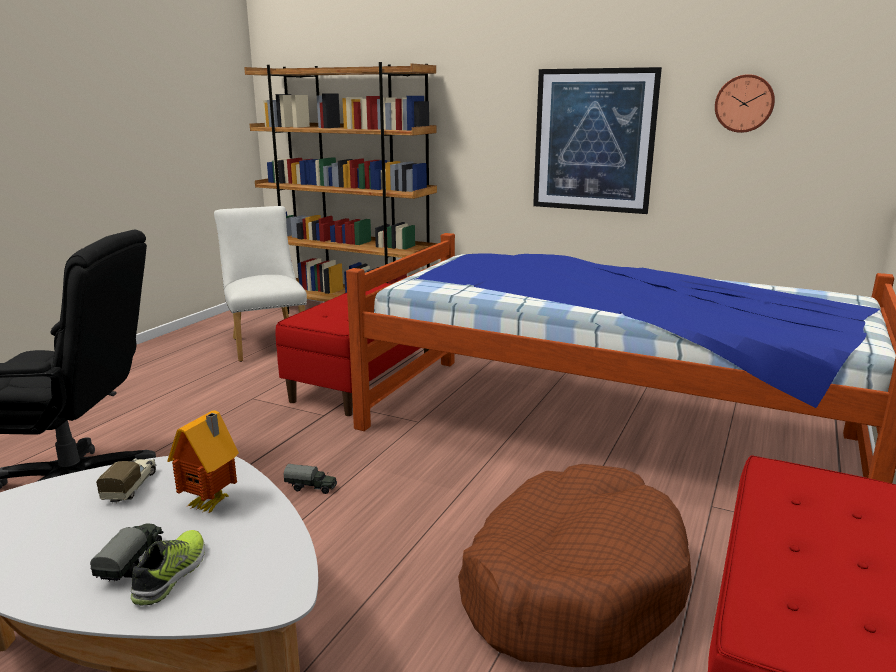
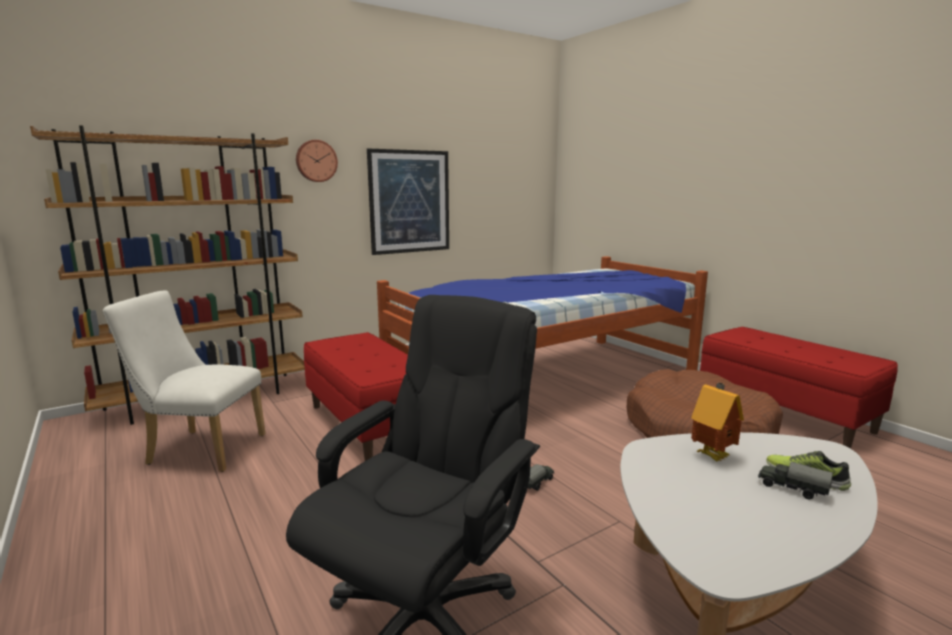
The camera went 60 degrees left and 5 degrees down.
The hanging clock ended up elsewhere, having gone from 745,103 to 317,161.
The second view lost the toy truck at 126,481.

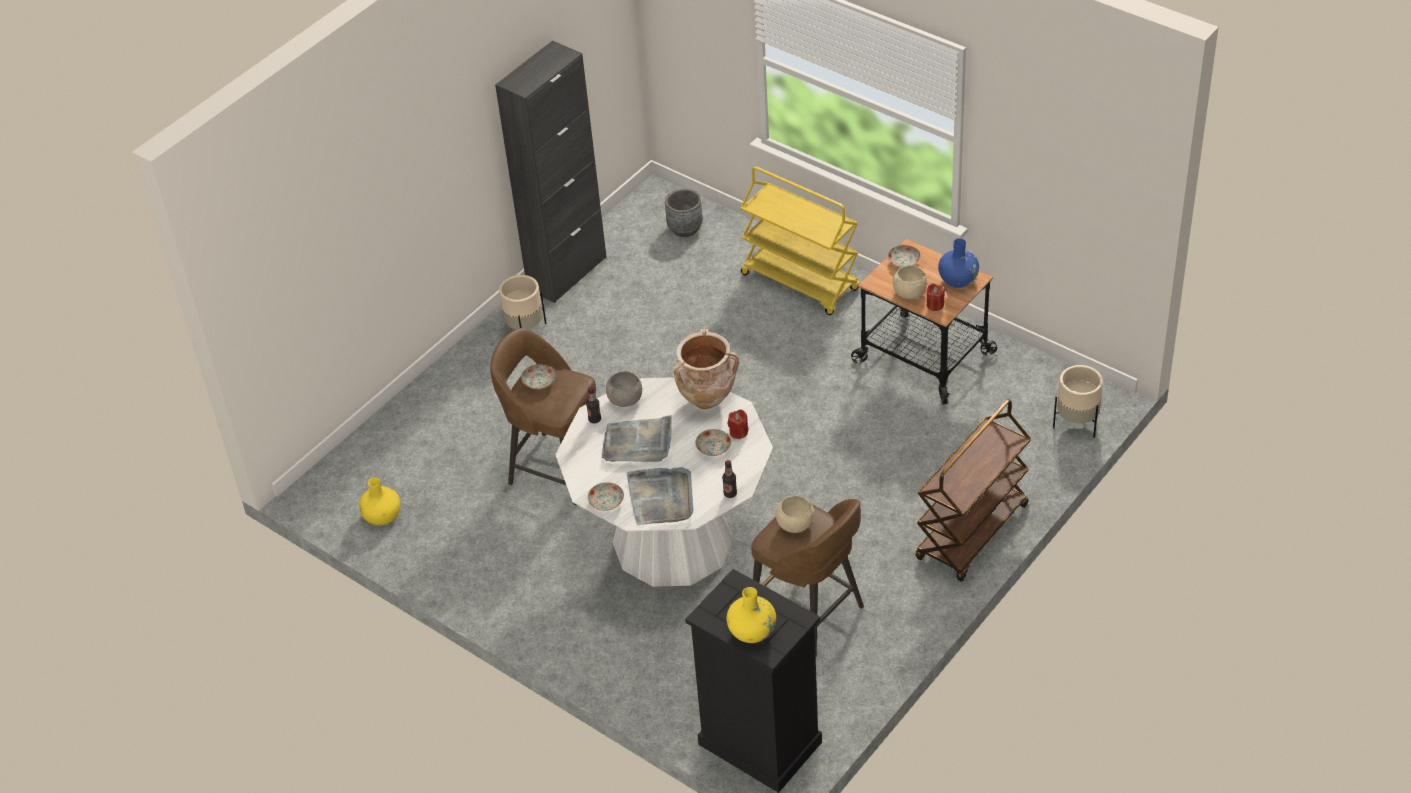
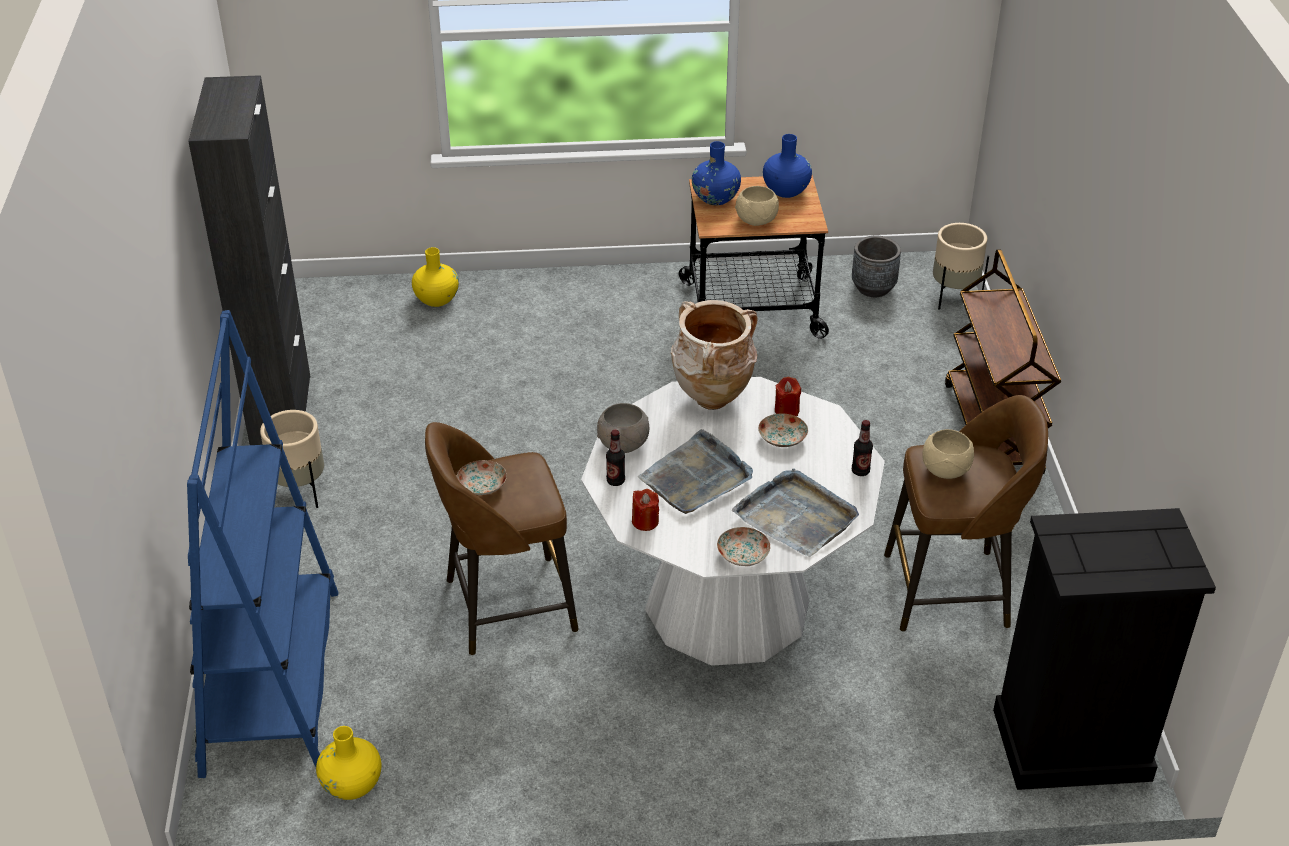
The camera went 45 degrees left and 5 degrees down.
The second view gained the bookshelf (blue) at 262,544.
The decorative vase (yellow-coloured) ended up elsewhere, having gone from 751,615 to 435,277.
The wax light (reddish) ended up elsewhere, having gone from 936,297 to 645,510.
Where the dinner plate stood at 904,256, the decorative vase (blue) came to stand at 716,173.
The plant pot (grey) ended up elsewhere, having gone from 684,213 to 876,266.
The second view lost the cart (yellow-coloured) at 800,240.

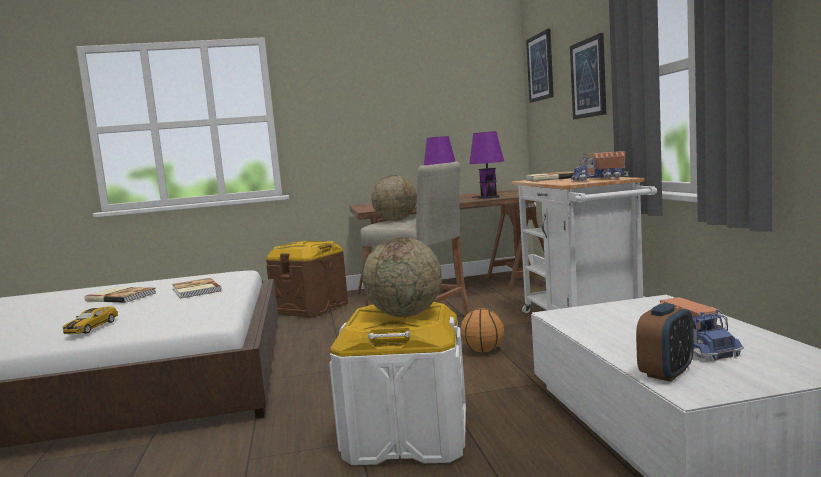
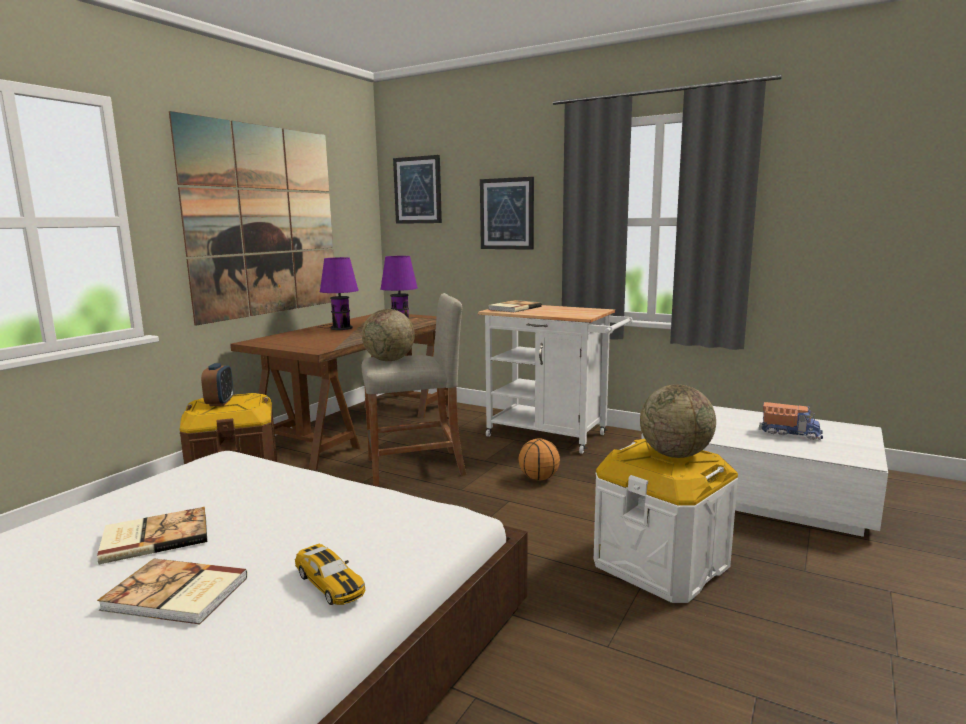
The camera went 50 degrees left and 5 degrees up.
The book ended up elsewhere, having gone from 197,288 to 172,591.
The second view gained the wall art at 252,218.
The bedside clock ended up elsewhere, having gone from 665,342 to 217,384.
The second view lost the toy truck at 599,166.

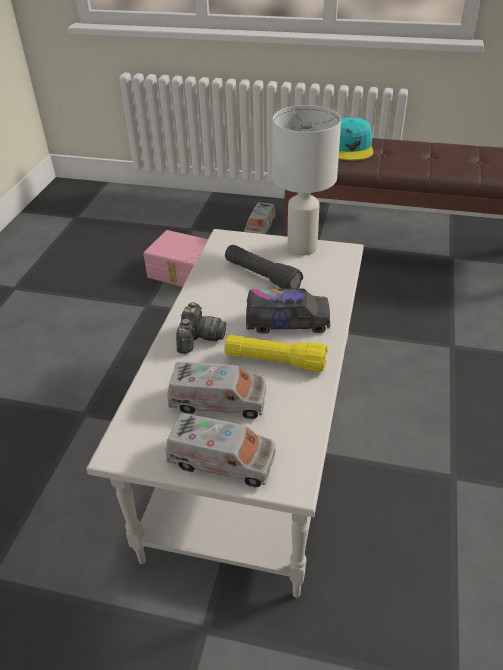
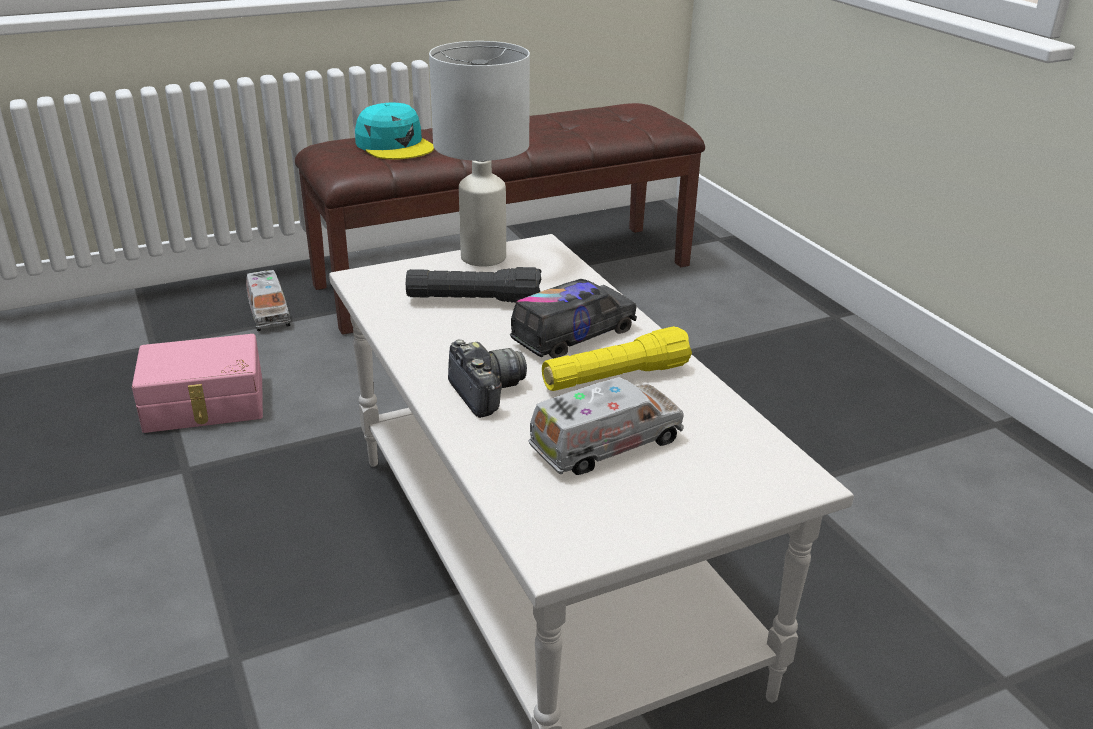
The camera went 40 degrees left and 10 degrees down.
The second view lost the toy truck at 220,450.

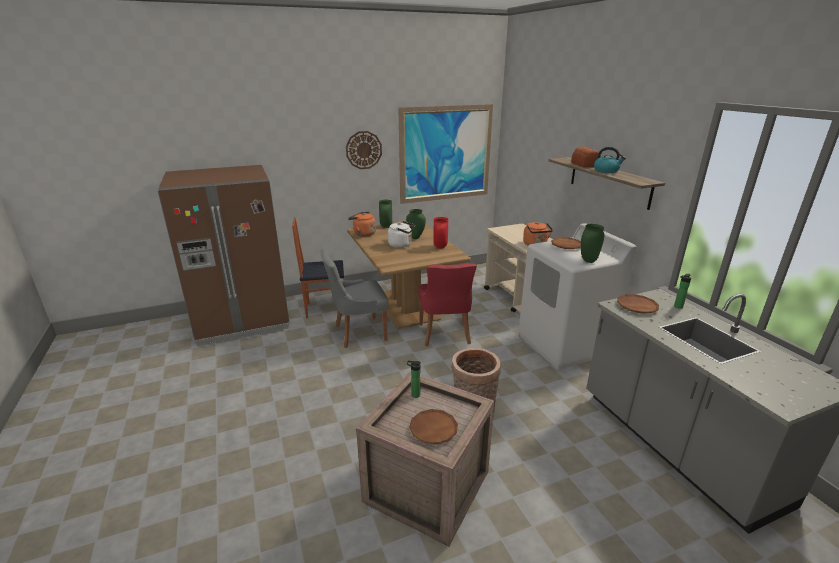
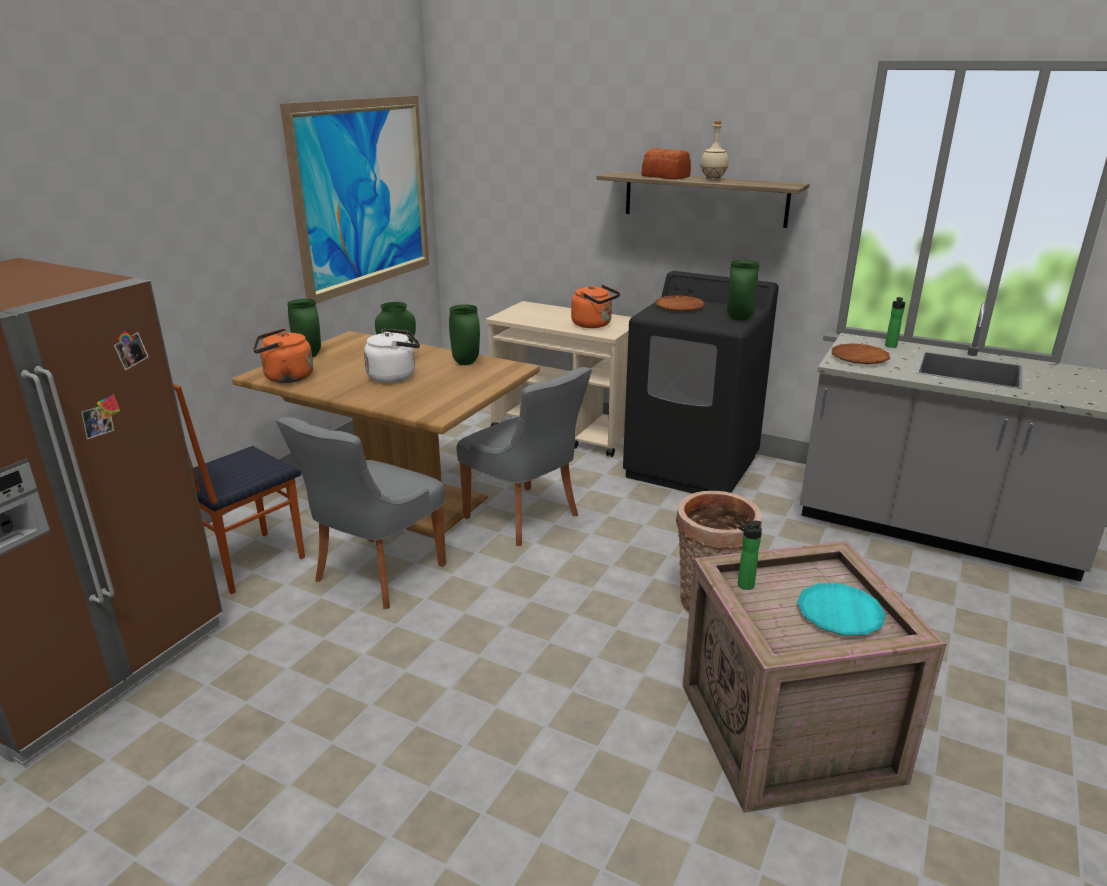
The camera went 40 degrees left and 0 degrees up.
What was the decorative vase (reddish) at 440,232 turned into the decorative vase (greenish) at 464,334.
What was the upright chair (reddish) at 447,305 turned into the upright chair (grey) at 524,456.
What was the laundry appliance (whitish) at 578,296 turned into the laundry appliance (black-coloured) at 701,382.
Where the kettle stood at 610,160, the drink bottle (beige) came to stand at 714,150.
What was the dinner plate (brownish) at 433,427 turned into the dinner plate (turquoise-coloured) at 841,609.
The second view lost the hanging clock at 364,150.

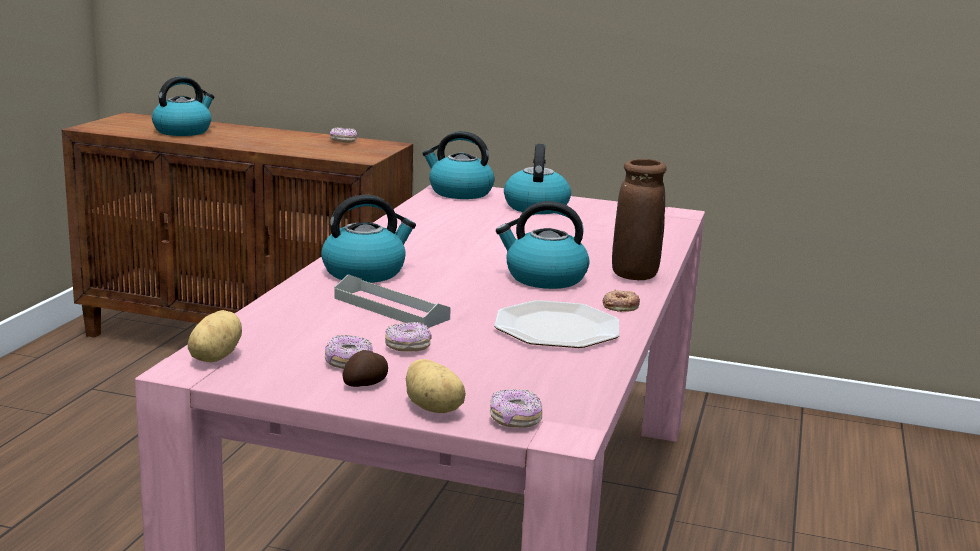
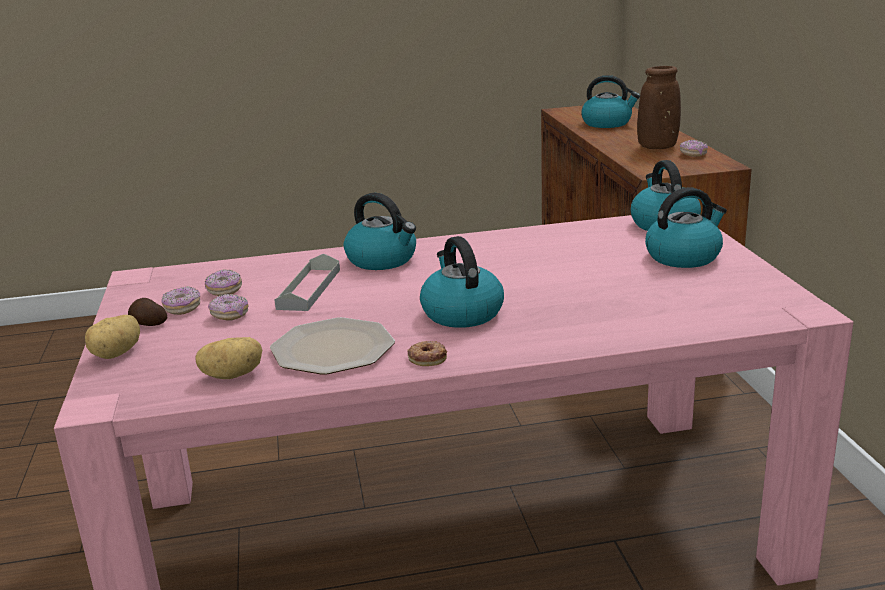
The camera went 65 degrees right and 5 degrees up.
The spud ended up elsewhere, having gone from 215,336 to 228,358.
The doughnut ended up elsewhere, having gone from 516,408 to 223,283.
The decorative vase (brownish) ended up elsewhere, having gone from 639,219 to 659,107.

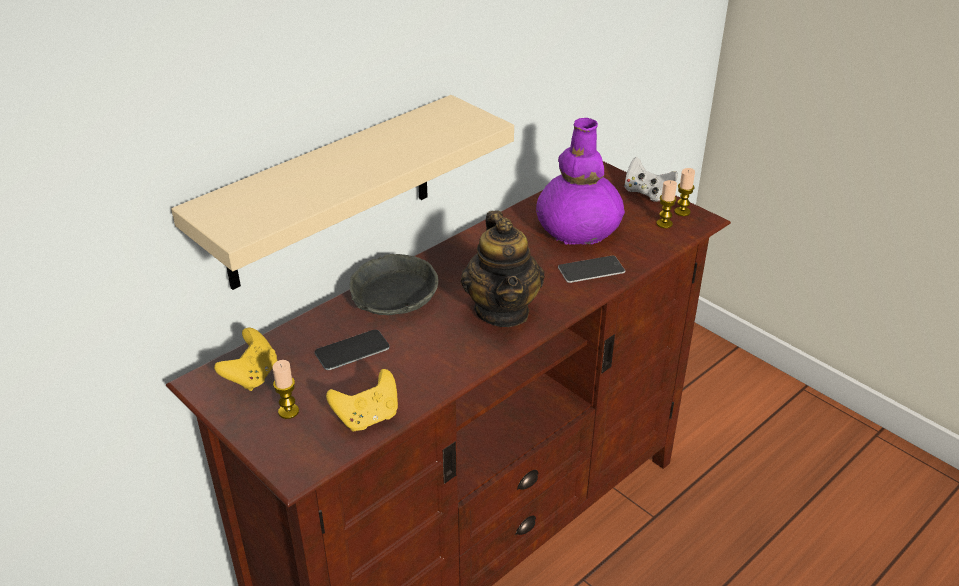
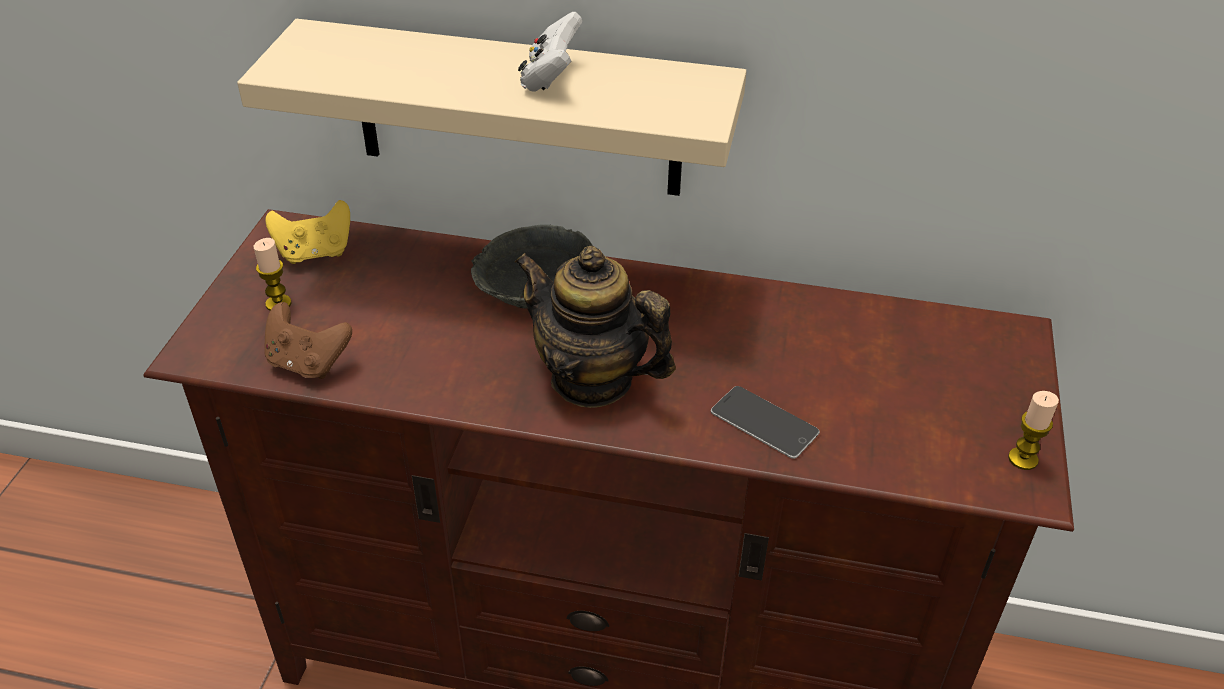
The camera went 55 degrees right and 5 degrees up.
What was the game controller (yellow-coloured) at 362,400 turned into the game controller (brownish) at 308,340.
The tea pot at 503,269 ended up facing another way, 75 degrees clockwise from before.
The game controller (whitish) ended up elsewhere, having gone from 651,179 to 550,52.
The second view lost the phone at 352,350.
The second view lost the decorative vase (purplish) at 580,181.
The second view lost the wax light at 666,204.

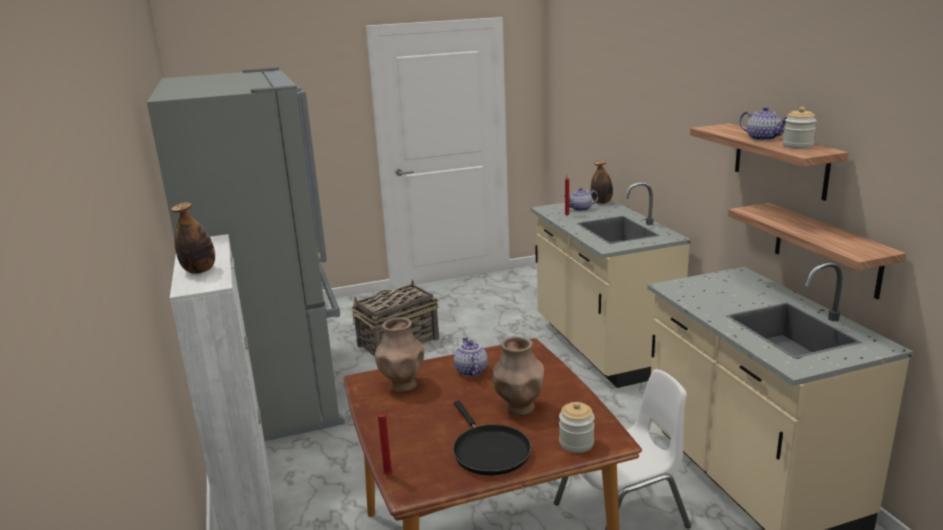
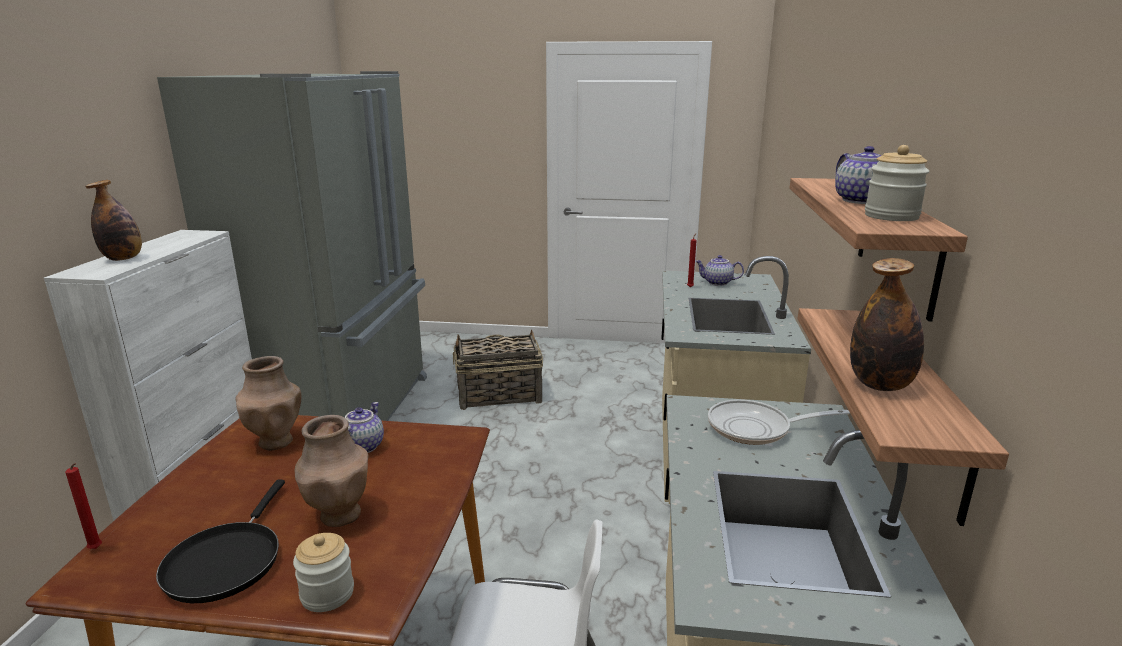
The camera went 25 degrees right and 0 degrees up.
The second view gained the skillet at 779,422.
The drink bottle ended up elsewhere, having gone from 602,182 to 887,324.

